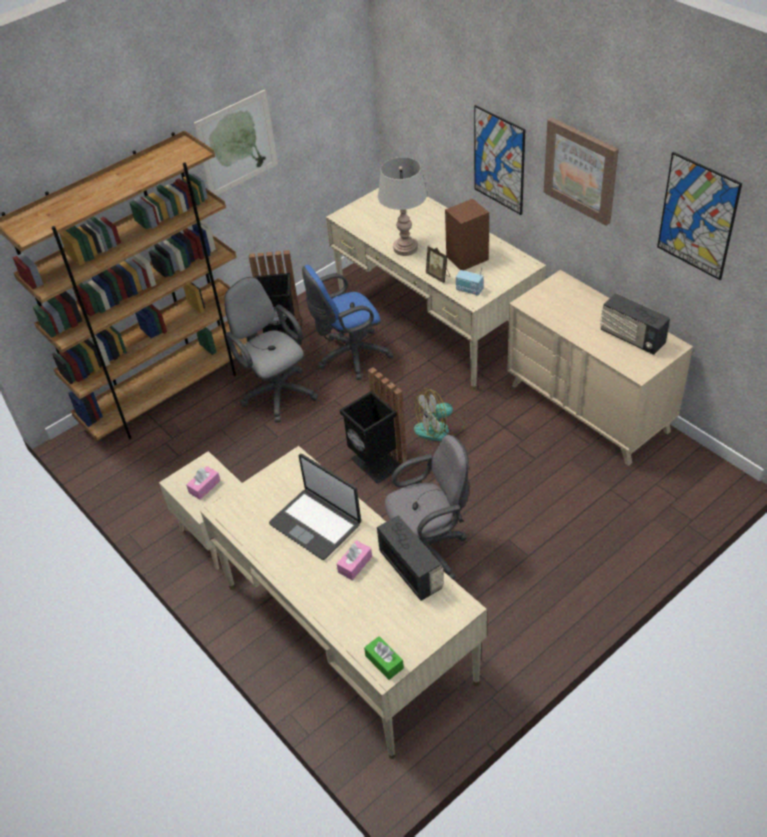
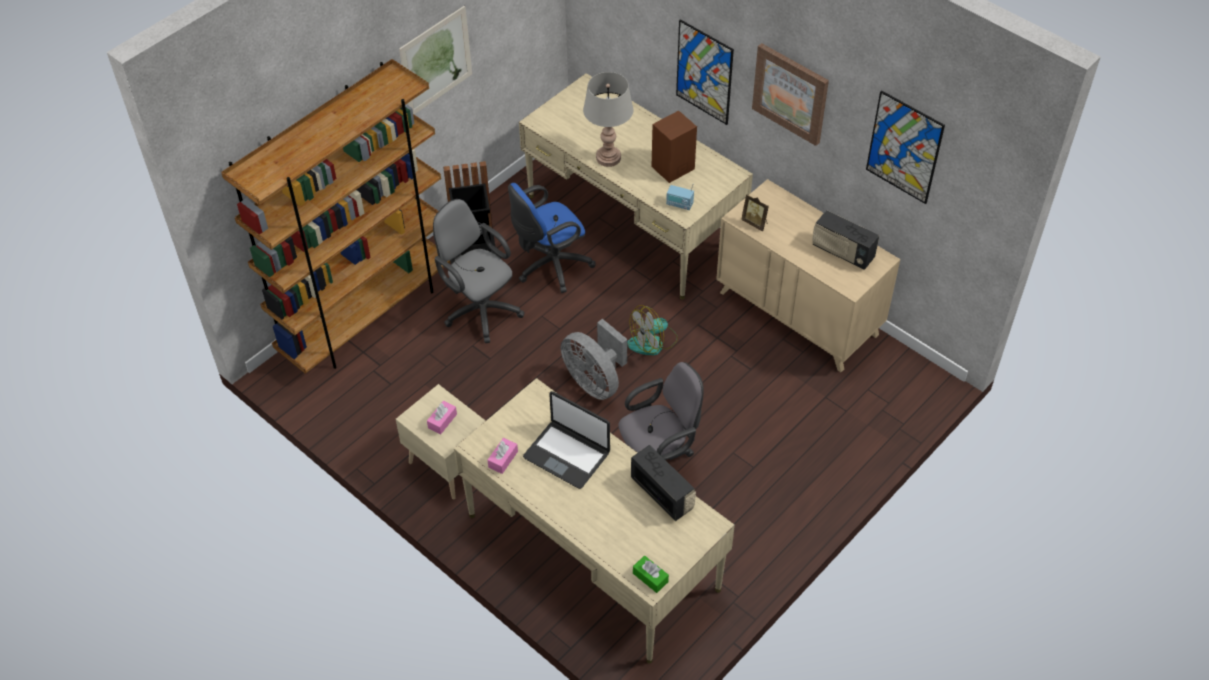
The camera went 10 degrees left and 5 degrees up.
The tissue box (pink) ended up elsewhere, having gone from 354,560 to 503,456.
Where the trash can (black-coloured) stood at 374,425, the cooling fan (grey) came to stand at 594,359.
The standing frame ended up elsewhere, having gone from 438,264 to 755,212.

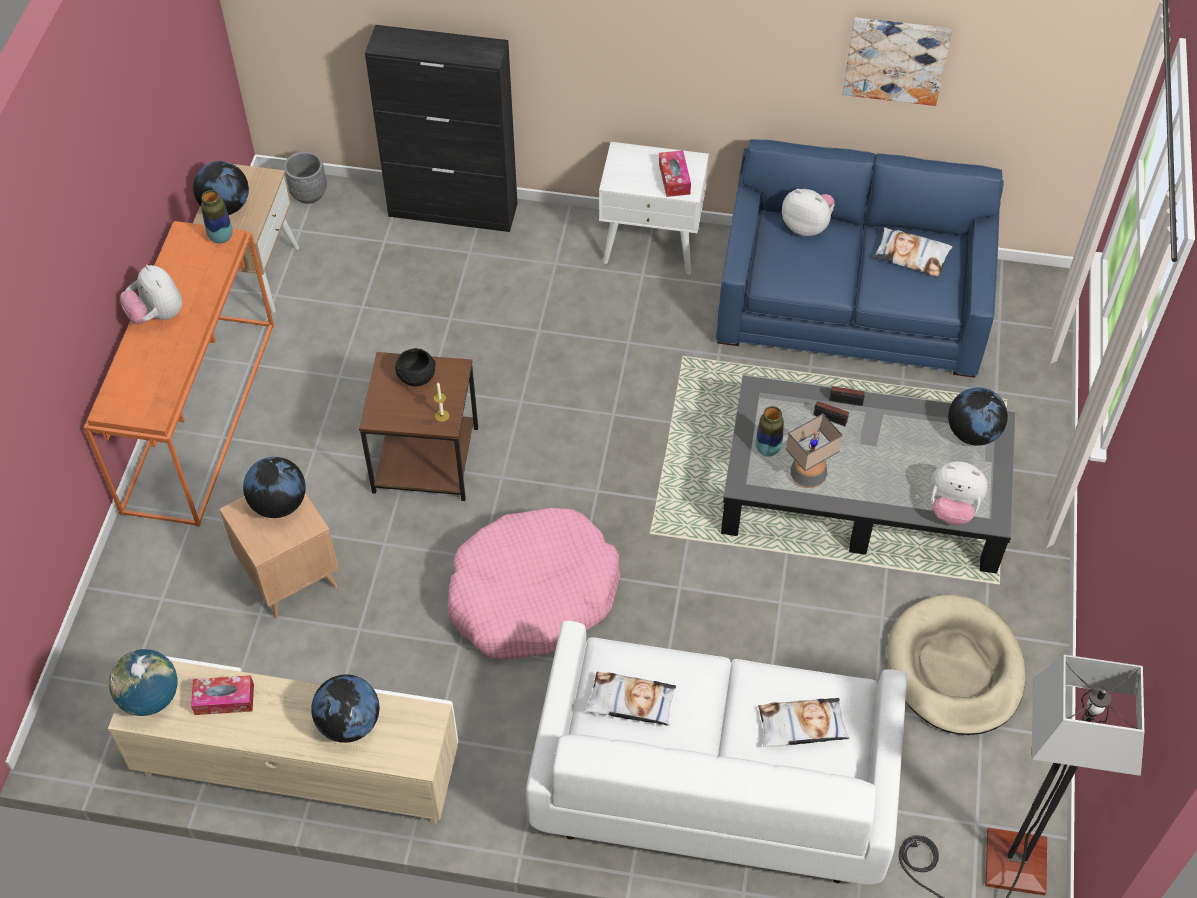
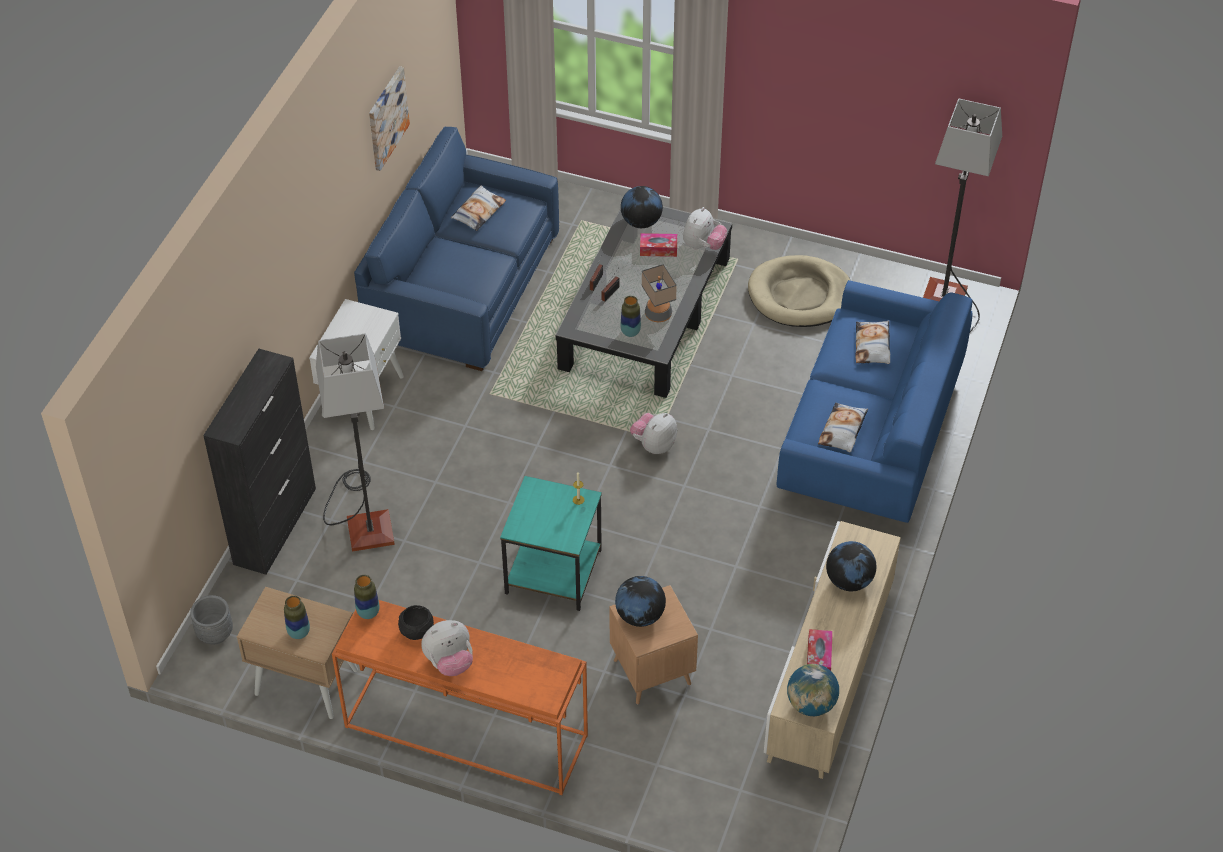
The camera went 80 degrees left and 5 degrees down.
Where the globe stood at 221,188, the decorative vase came to stand at 297,617.
The second view gained the standing lamp at 355,442.
The serving bowl (black-coloured) ended up elsewhere, having gone from 415,367 to 416,622.
What was the end table (brownish) at 418,426 turned into the end table (turquoise-coloured) at 551,543.
The soft toy ended up elsewhere, having gone from 808,212 to 653,433.
The tissue box ended up elsewhere, having gone from 675,173 to 658,245.
What was the sofa (whitish) at 716,753 turned into the sofa (blue) at 875,401.
The second view lost the dog bed (pink) at 534,583.

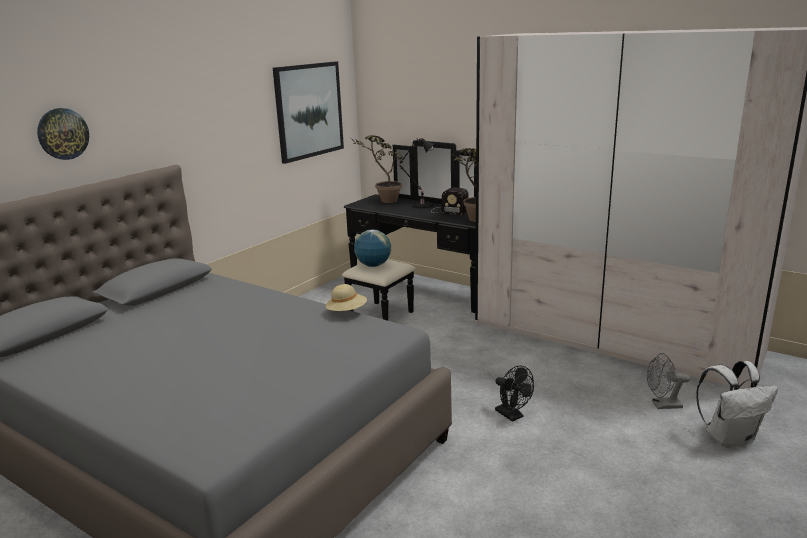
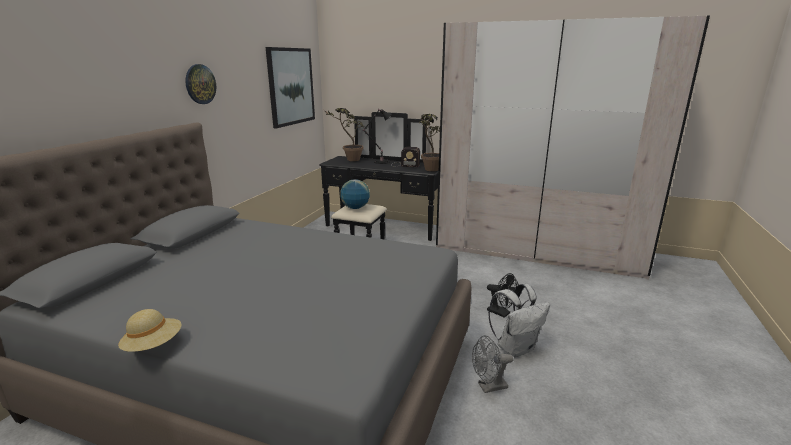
The camera went 15 degrees left and 0 degrees up.
The hat (beige) ended up elsewhere, having gone from 346,297 to 149,330.
The hanging clock ended up elsewhere, having gone from 63,134 to 200,84.
The cooling fan (grey) ended up elsewhere, having gone from 668,381 to 493,364.
The knapsack (whitish) ended up elsewhere, having gone from 737,404 to 519,320.

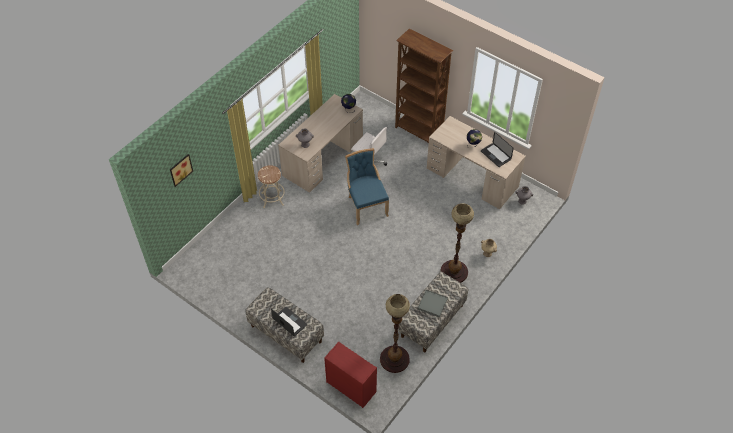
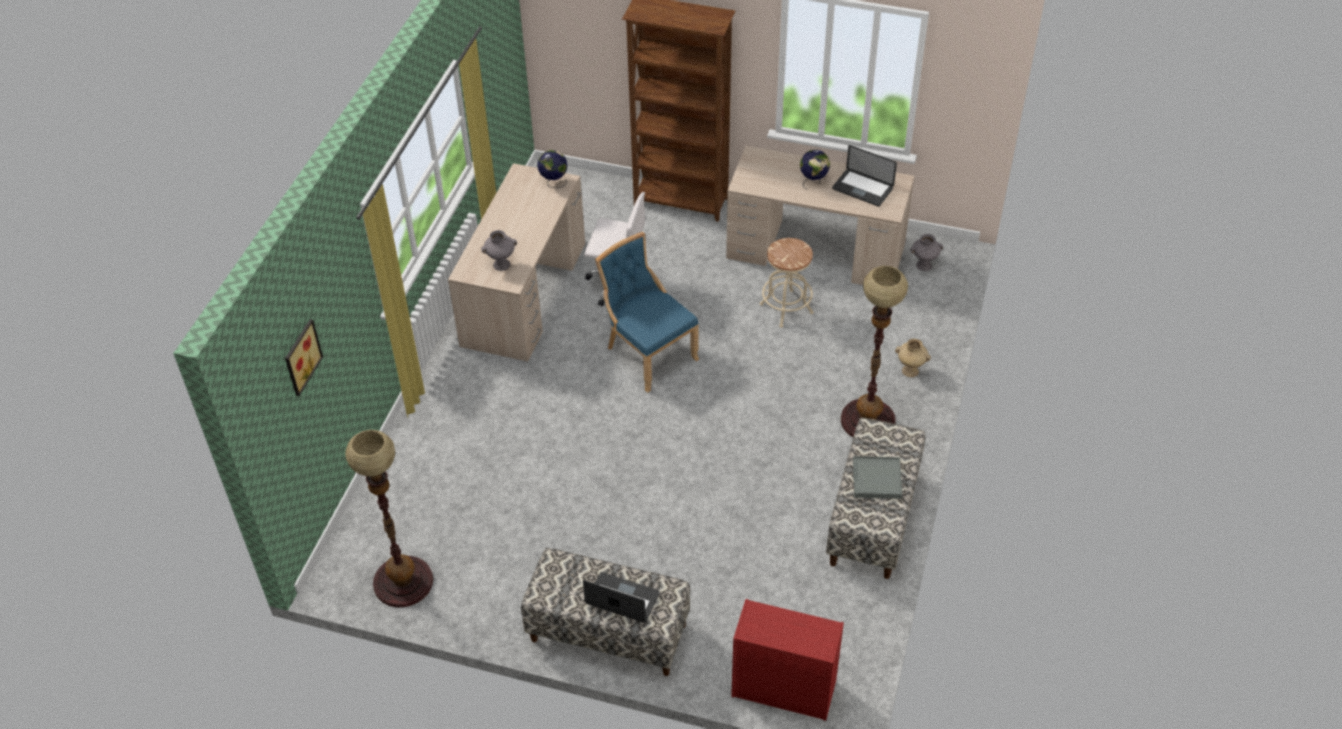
The camera went 20 degrees left and 5 degrees down.
The standing lamp ended up elsewhere, having gone from 395,333 to 389,518.
The sitting stool (beige) ended up elsewhere, having gone from 271,186 to 787,283.

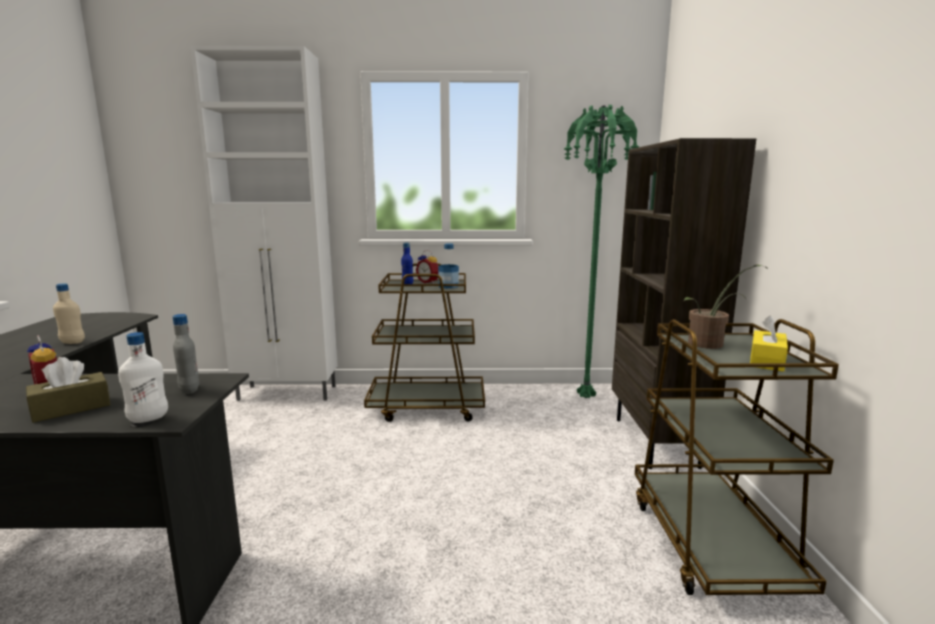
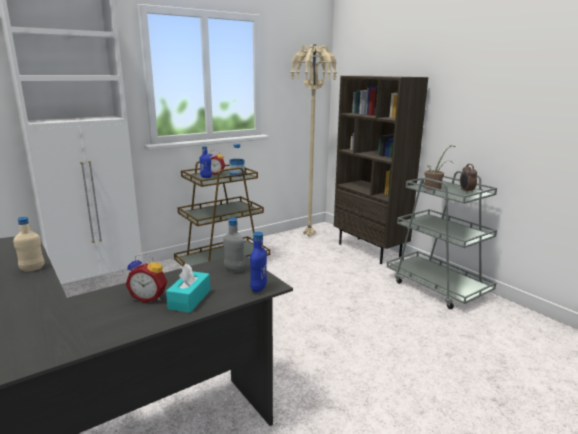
The camera went 35 degrees left and 5 degrees up.
What was the tissue box (brownish) at 68,390 turned into the tissue box (turquoise-coloured) at 188,288.
What was the drink bottle (whitish) at 143,377 turned into the drink bottle (blue) at 258,262.
What was the standing lamp (greenish) at 601,251 turned into the standing lamp (beige) at 314,140.
What was the cart (brownish) at 737,457 turned into the cart (grey) at 442,240.
Where the tissue box (yellow-coloured) stood at 769,344, the bedside clock came to stand at 468,178.

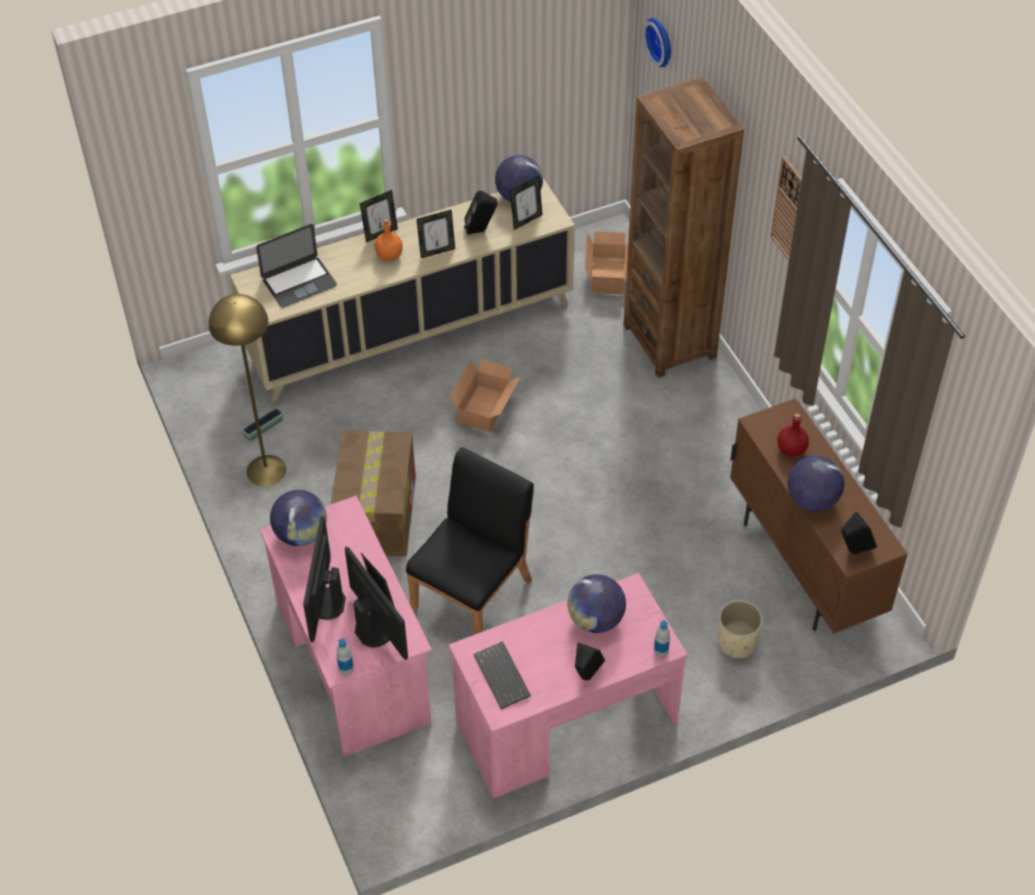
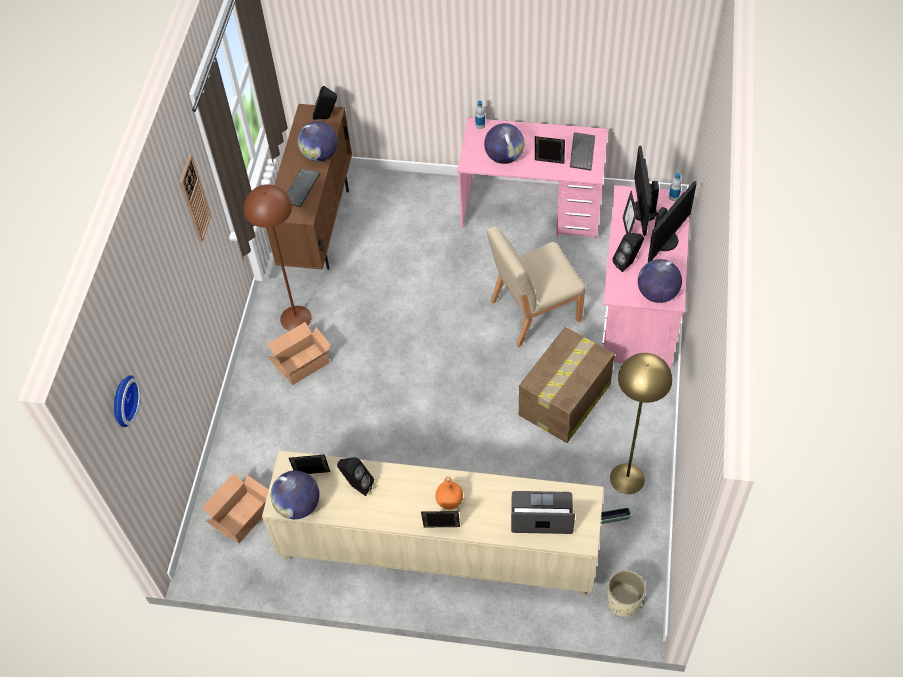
The camera went 145 degrees left and 5 degrees up.
The second view gained the standing lamp (brownish) at 278,258.
The carton ended up elsewhere, having gone from 485,395 to 299,353.
Where the drink bottle (reddish) stood at 793,435, the computer keyboard came to stand at 303,188.
What was the upright chair (black-coloured) at 470,541 turned into the upright chair (beige) at 536,286.
The standing frame ended up elsewhere, having gone from 435,233 to 550,150.
The plant pot (beige) ended up elsewhere, having gone from 740,629 to 626,593.
The speaker (black-coloured) ended up elsewhere, having gone from 590,662 to 628,252.
The second view lost the bookshelf (brownish) at 684,227.

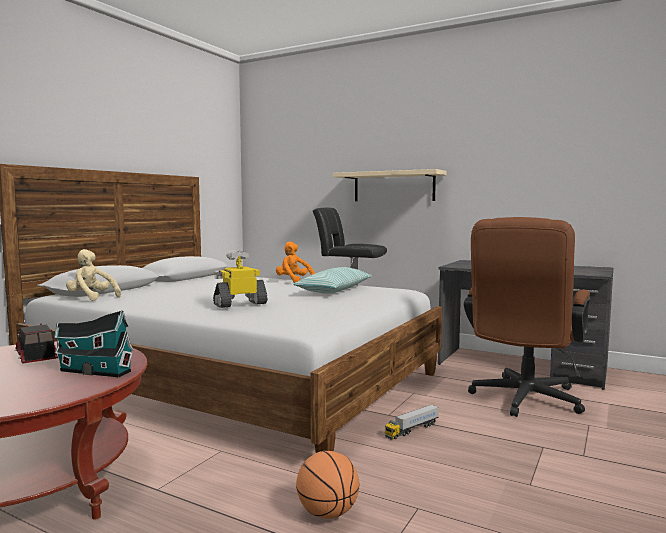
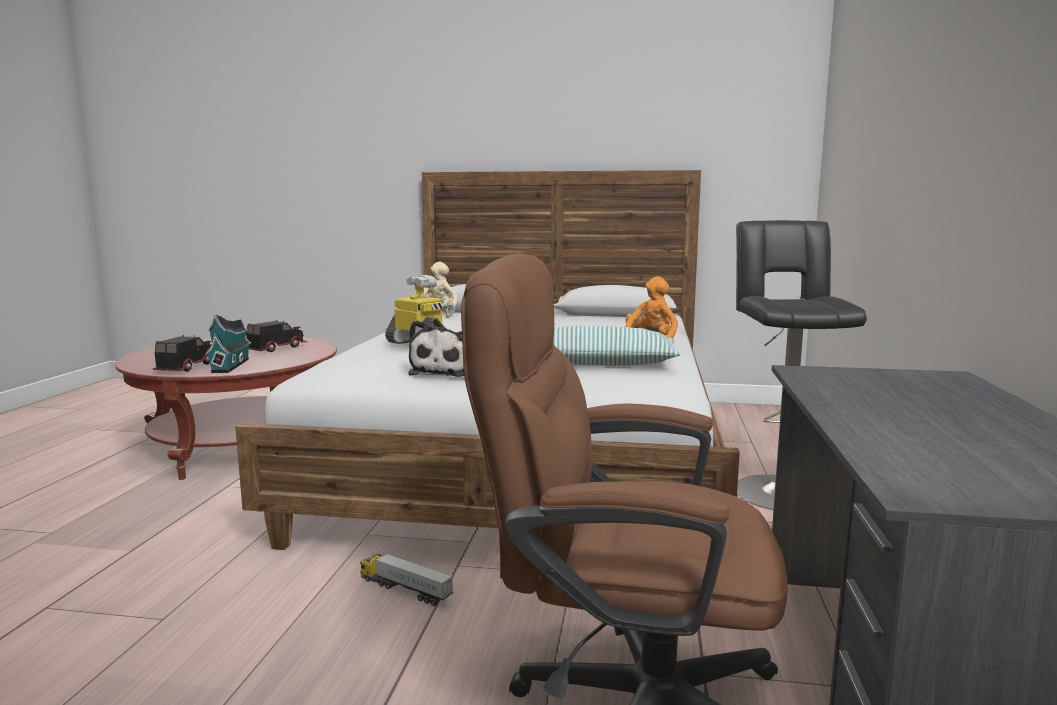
The camera went 70 degrees right and 5 degrees up.
The second view gained the toy truck at 182,353.
The second view gained the soft toy at 436,348.
The second view lost the basketball ball at 327,485.
The second view lost the wall shelf (beige) at 389,185.

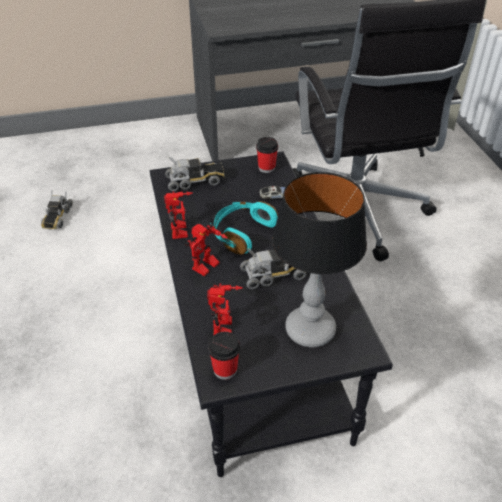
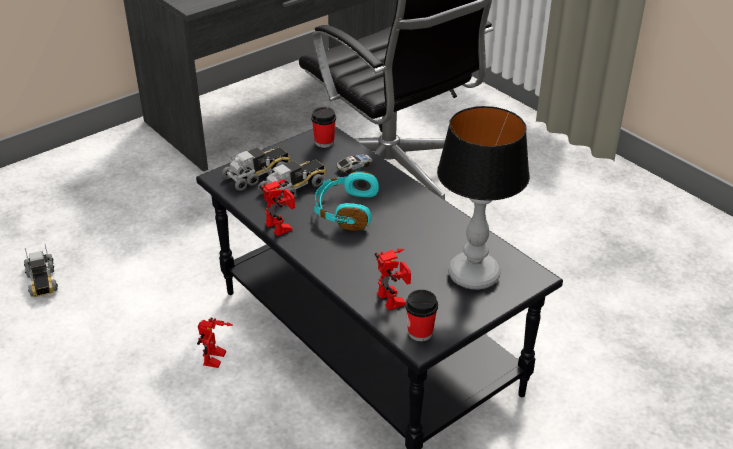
The camera went 25 degrees left and 5 degrees down.
The robot figure ended up elsewhere, having gone from 206,250 to 215,343.
The toy truck ended up elsewhere, having gone from 273,268 to 292,182.

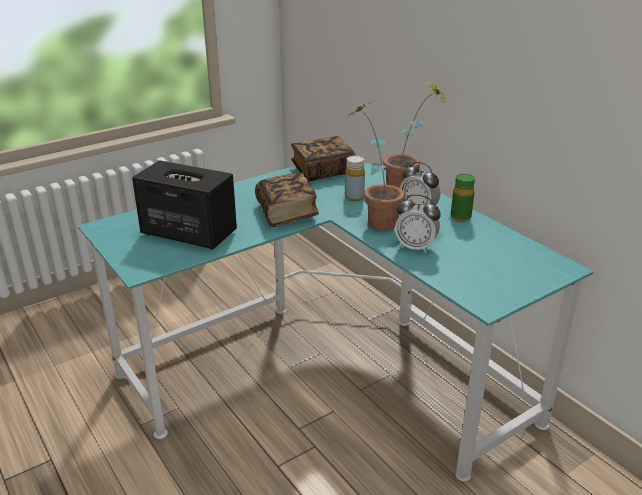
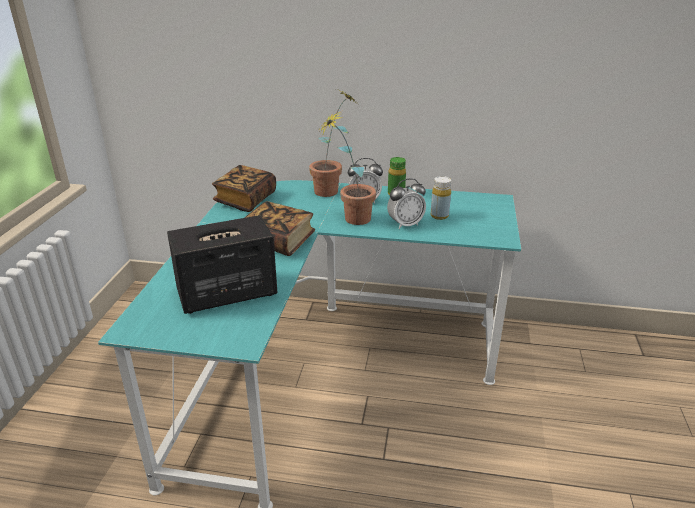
The camera went 45 degrees left and 0 degrees up.
The drink bottle (yellow-coloured) ended up elsewhere, having gone from 355,178 to 440,198.

